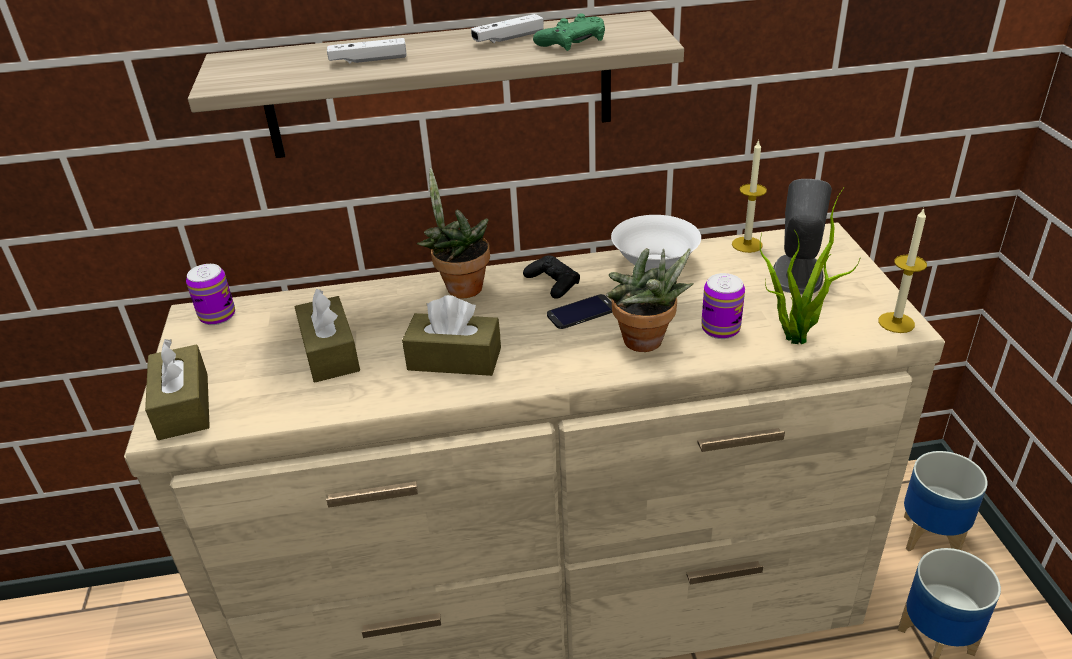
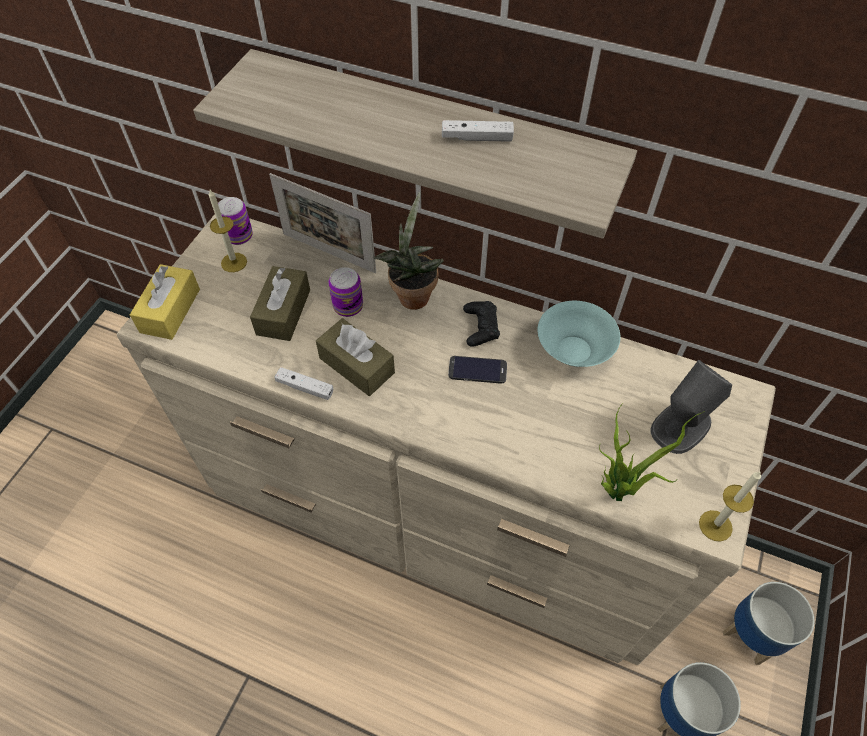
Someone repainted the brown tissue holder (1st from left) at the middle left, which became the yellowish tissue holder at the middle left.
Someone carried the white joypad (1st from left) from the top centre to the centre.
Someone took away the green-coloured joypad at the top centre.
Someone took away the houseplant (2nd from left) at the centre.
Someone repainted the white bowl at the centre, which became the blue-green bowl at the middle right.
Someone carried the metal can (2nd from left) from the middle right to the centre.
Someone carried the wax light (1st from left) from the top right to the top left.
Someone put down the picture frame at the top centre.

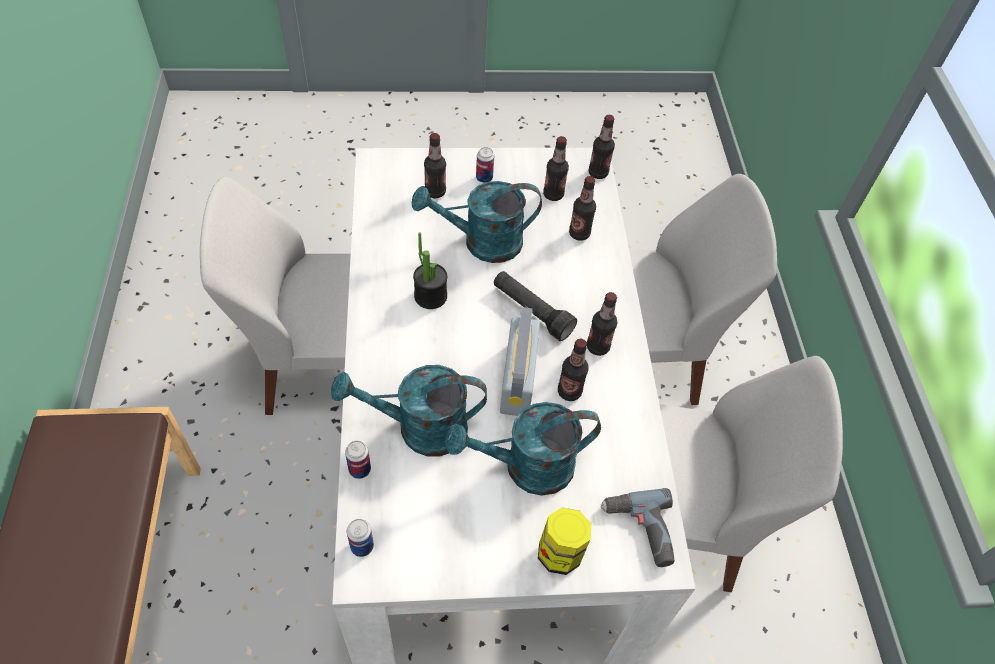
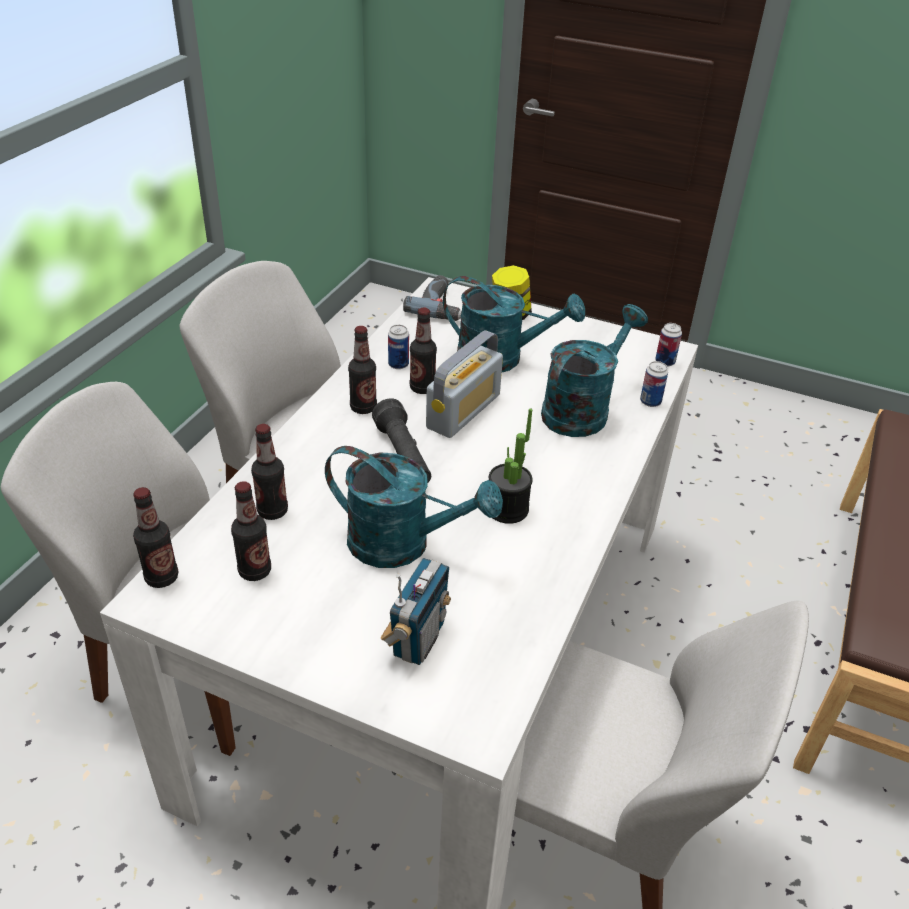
Someone rotated the blue-green watering can (1st from left in the first image) at the centre by 75 degrees counterclockwise.
Someone swapped the bottle (1st from left) at the top centre for the radio (1st from left) at the bottom centre.
Someone carried the metal can (3rd from left in the first image) from the top centre to the centre.

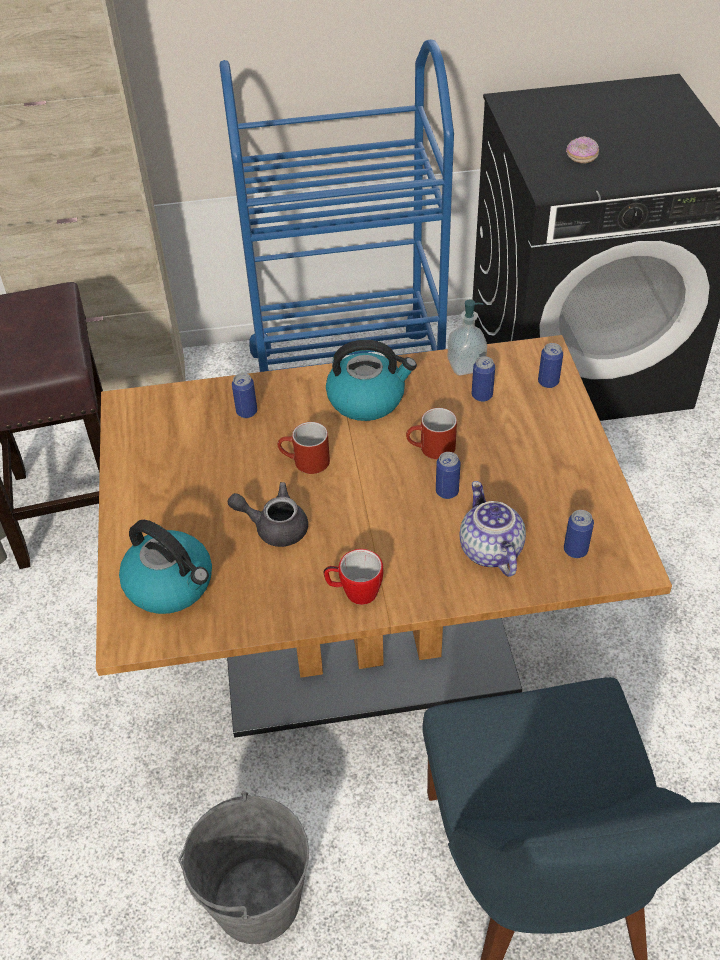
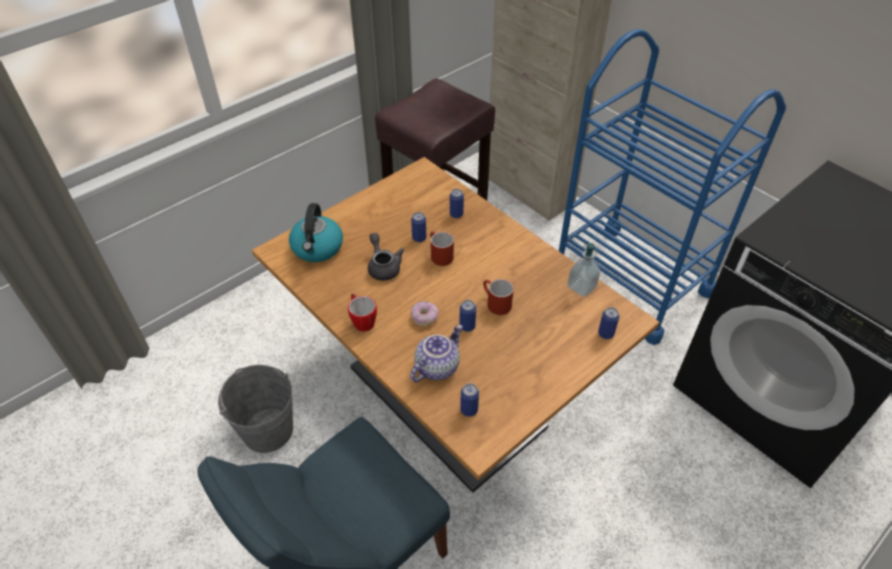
Someone took away the water kettle (2nd from left) at the centre.
Someone carried the metal can (3rd from left in the first image) from the middle right to the centre.
Someone carried the ring doughnut from the top right to the centre.

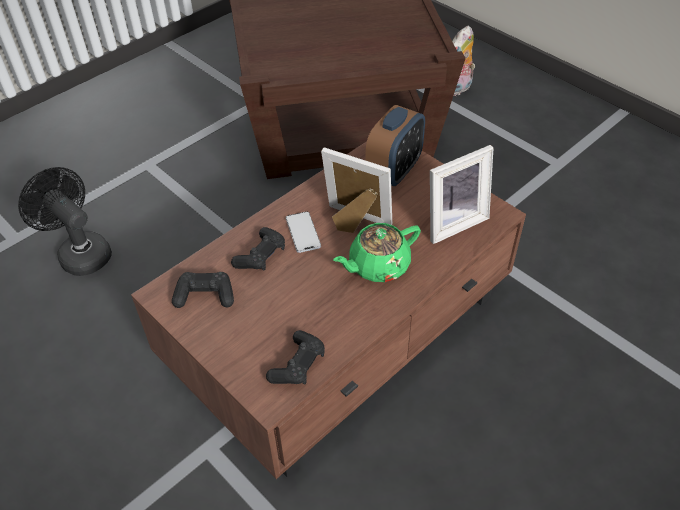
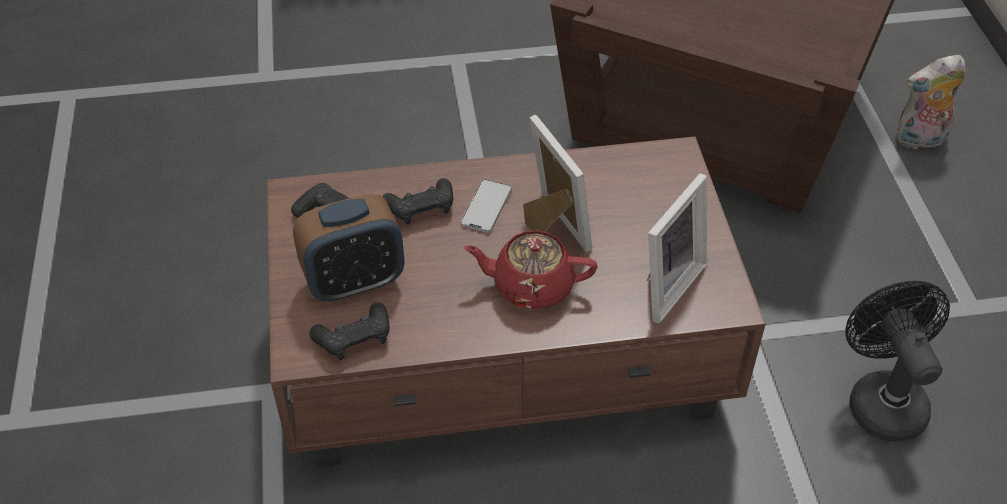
Someone carried the black electric fan from the middle left to the bottom right.
Someone repainted the green-coloured tea pot at the centre, which became the red tea pot at the centre.
Someone carried the table clock from the top centre to the centre.
Someone rotated the picture frame (2nd from left) at the middle right by 60 degrees counterclockwise.

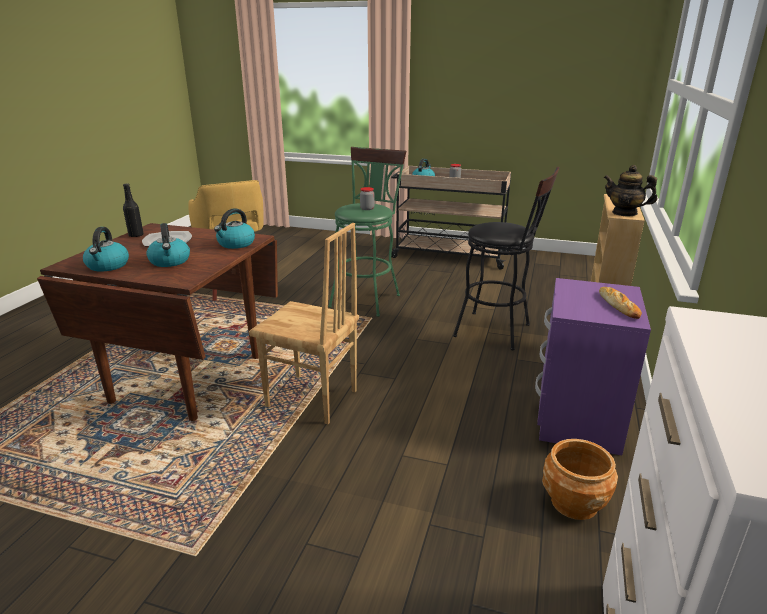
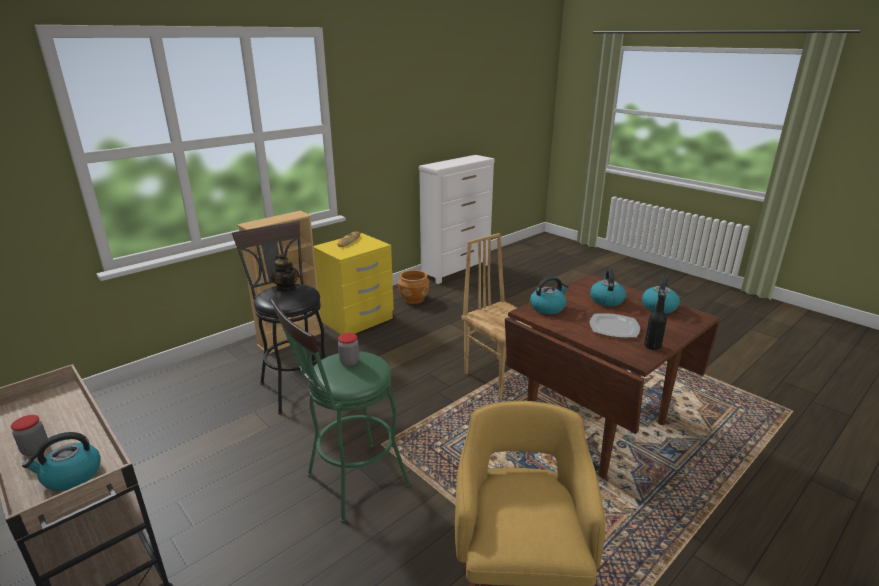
Someone repainted the purple nightstand at the middle right, which became the yellowish nightstand at the centre.
Someone carried the tea pot from the top right to the middle left.

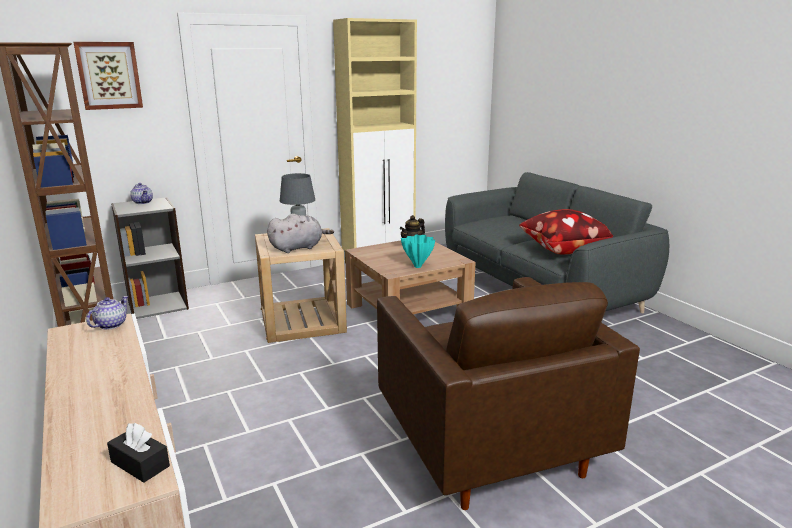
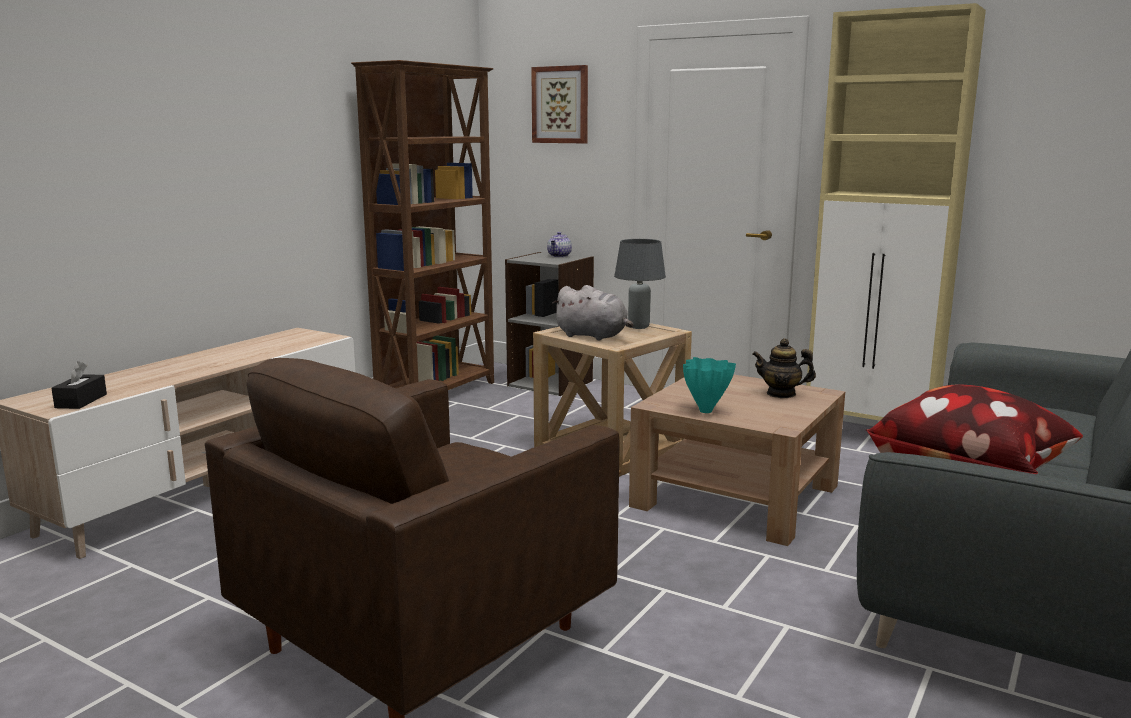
Someone took away the tea pot (1st from left) at the middle left.

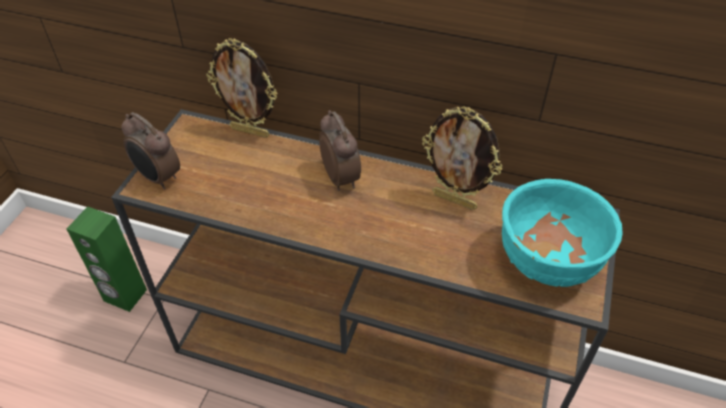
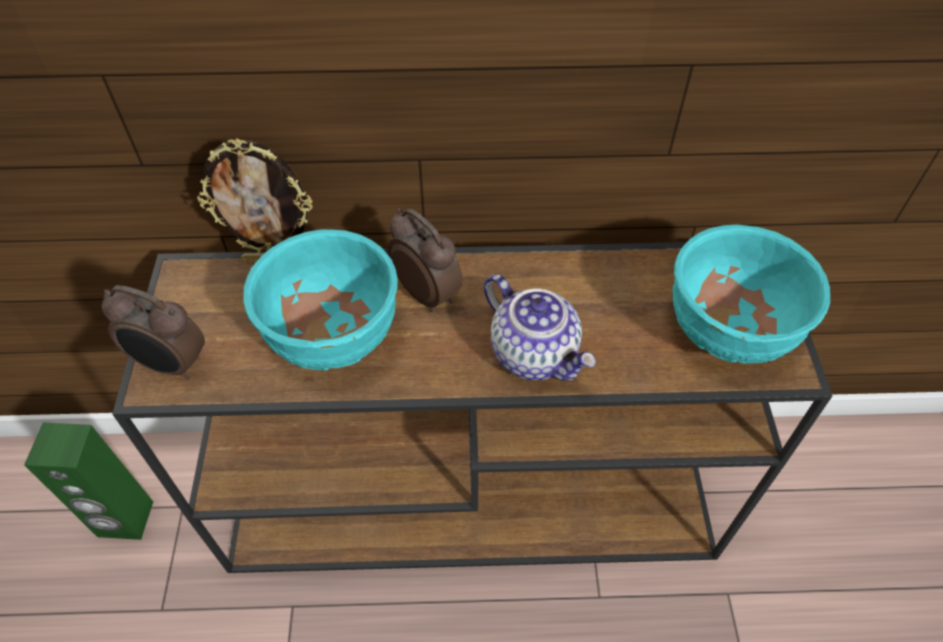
Someone took away the picture frame (2nd from left) at the centre.
Someone put down the blue-green bowl (1st from left) at the centre.
Someone put down the tea pot at the centre.

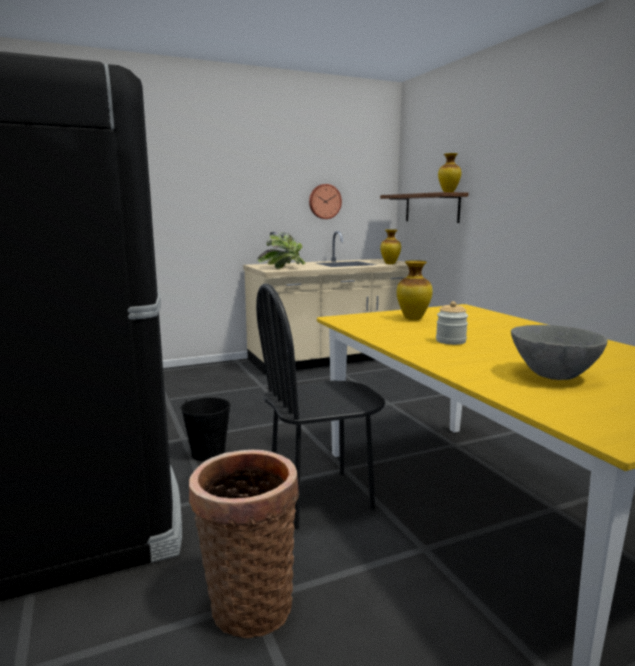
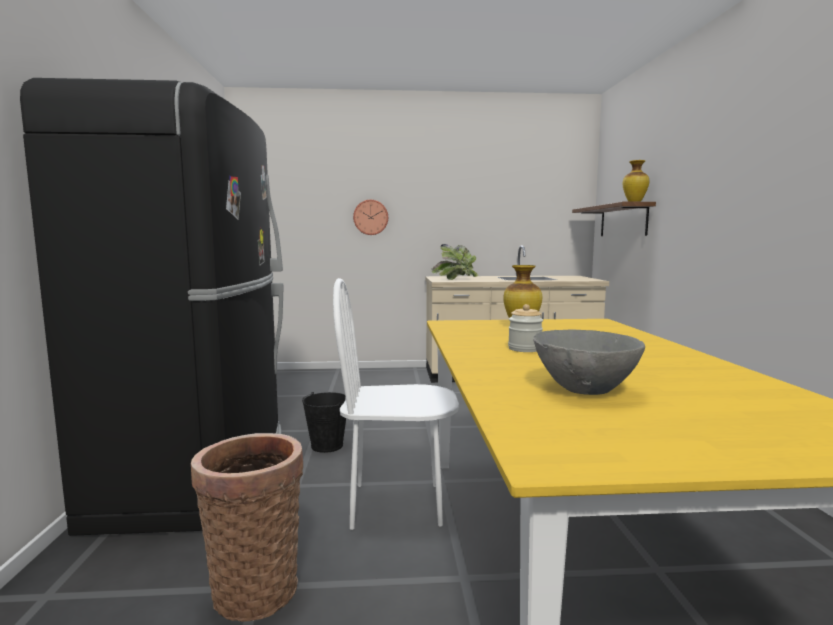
Someone repainted the black plain chair at the centre, which became the white plain chair at the centre.
Someone carried the clock on the wall from the top centre to the centre.
Someone took away the flower vase (1st from left) at the centre.

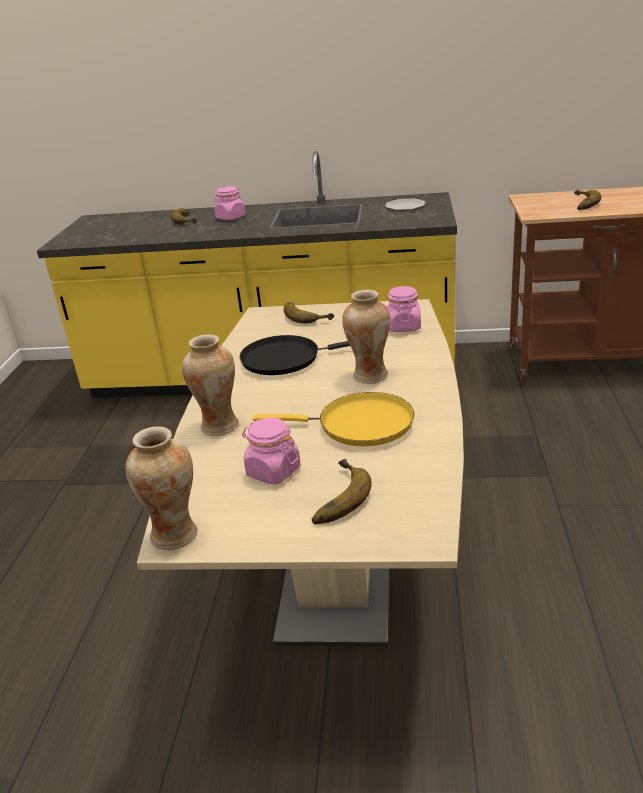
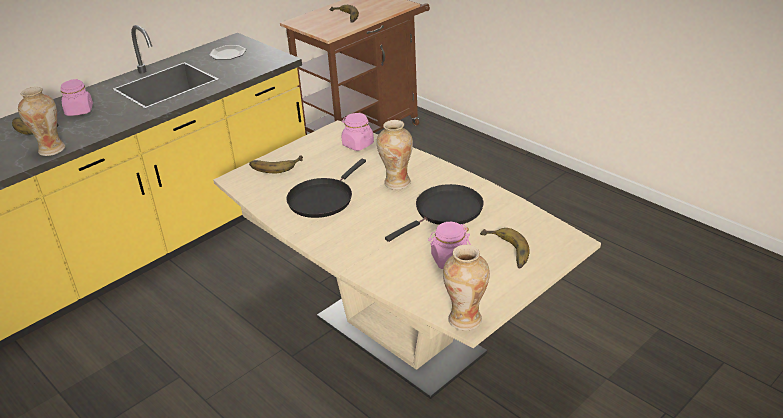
Someone carried the flower vase (2nd from left in the first image) from the middle left to the top left.
Someone repainted the yellowish skillet at the centre, which became the black skillet (2nd from left) at the centre.

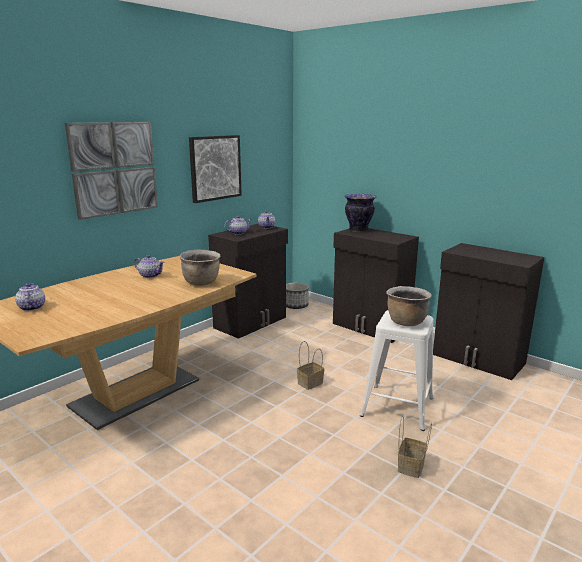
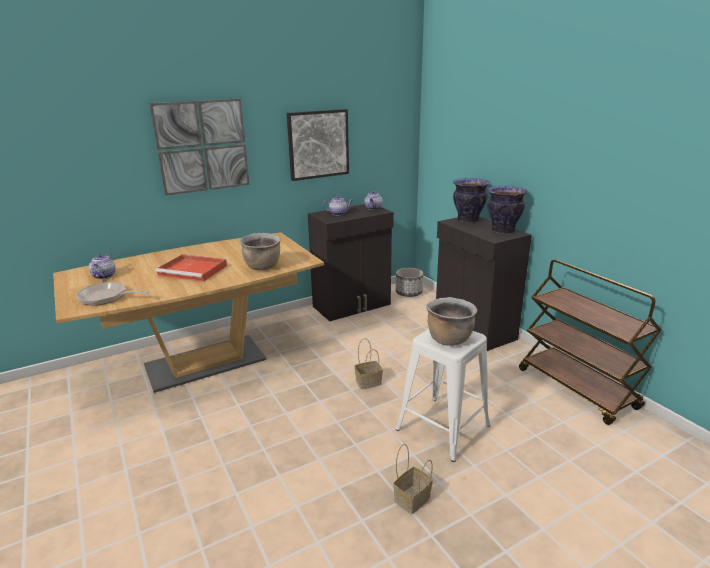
Someone took away the tea pot (2nd from left) at the middle left.
Someone swapped the black cupboard (3rd from left) at the middle right for the brown cart at the middle right.
Someone put down the skillet at the middle left.
Someone put down the red tray at the middle left.
Someone put down the flower vase (2nd from left) at the middle right.

